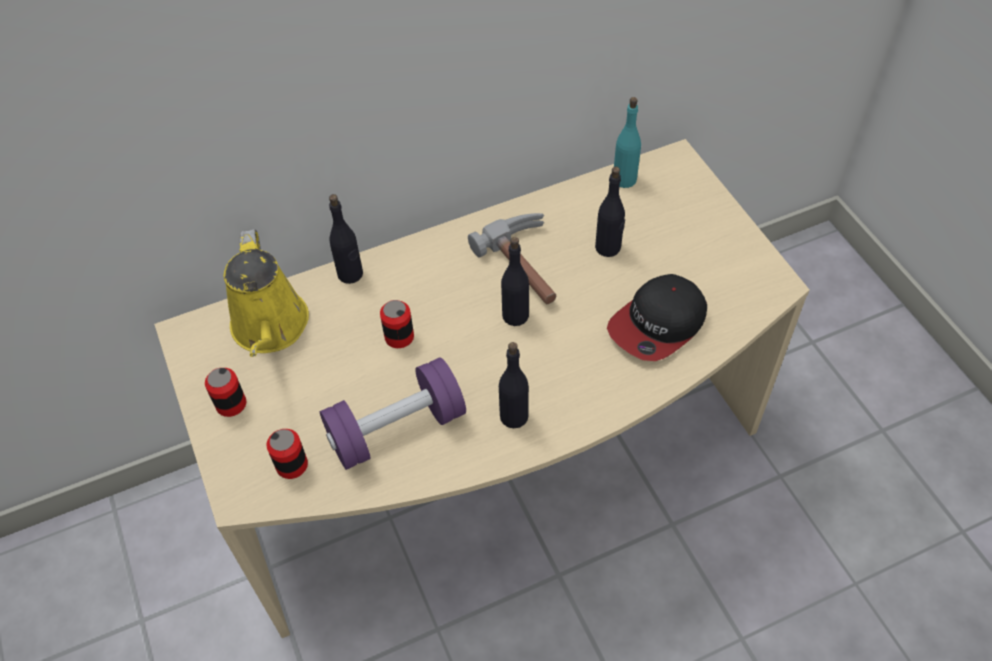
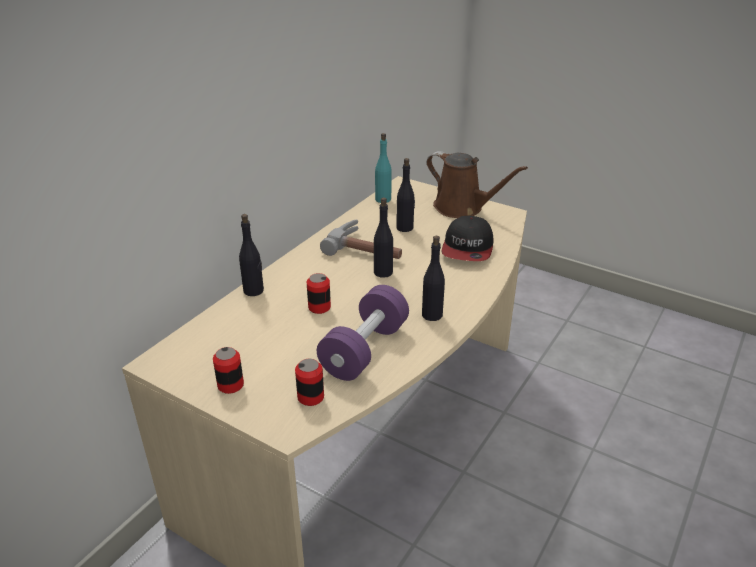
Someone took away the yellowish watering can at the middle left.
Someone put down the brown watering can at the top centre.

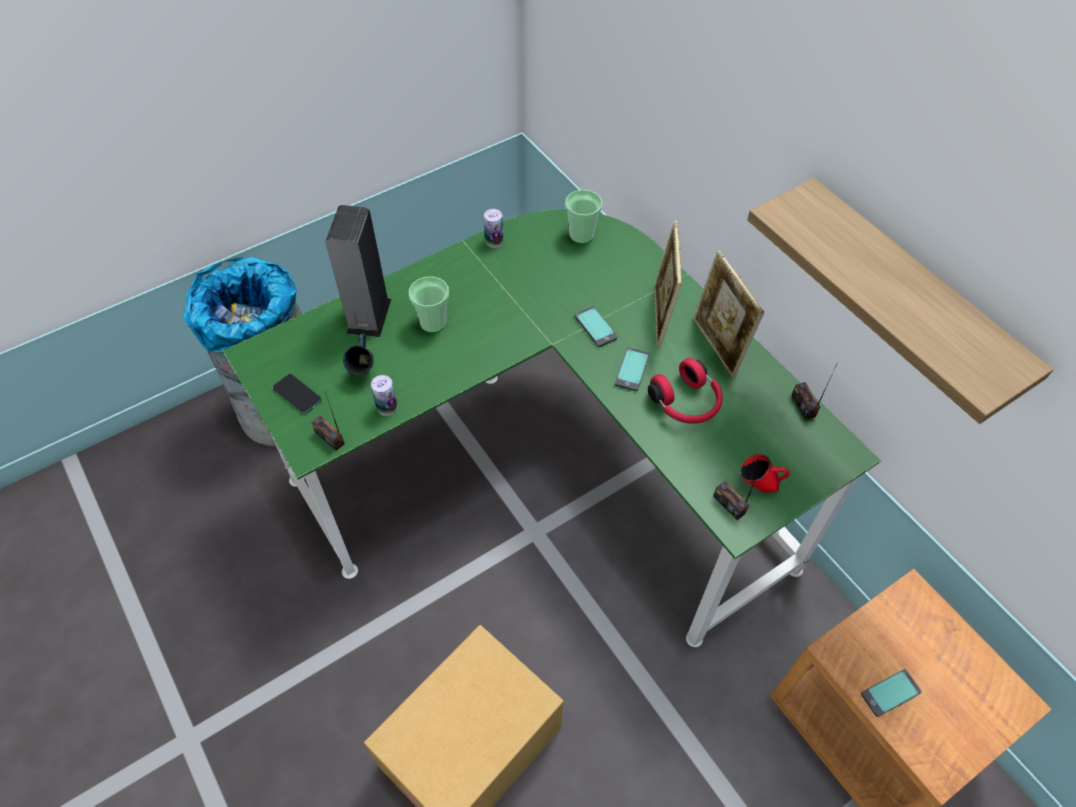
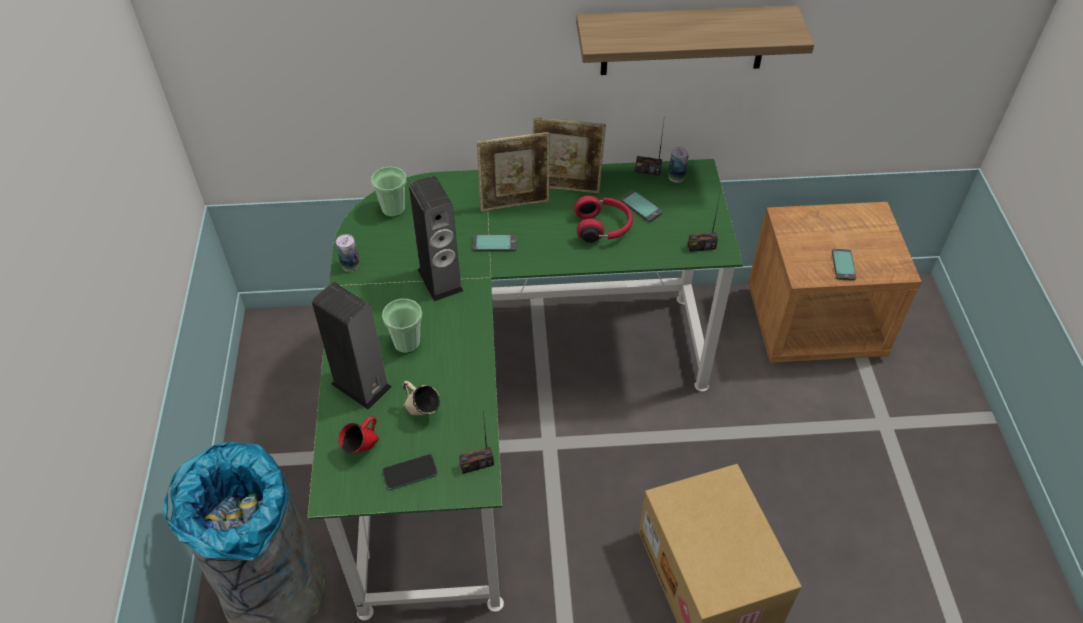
Someone repainted the blue-coloured coffee mug at the middle left, which became the beige coffee mug at the centre.
Someone carried the metal can (1st from left in the first image) from the centre to the top centre.
Someone carried the phone (3rd from left) from the centre to the top centre.
Someone rotated the picture frame (1st from left) at the centre by 45 degrees counterclockwise.
Someone carried the red coffee mug from the middle right to the bottom left.
Someone put down the audio speaker (2nd from left) at the centre.

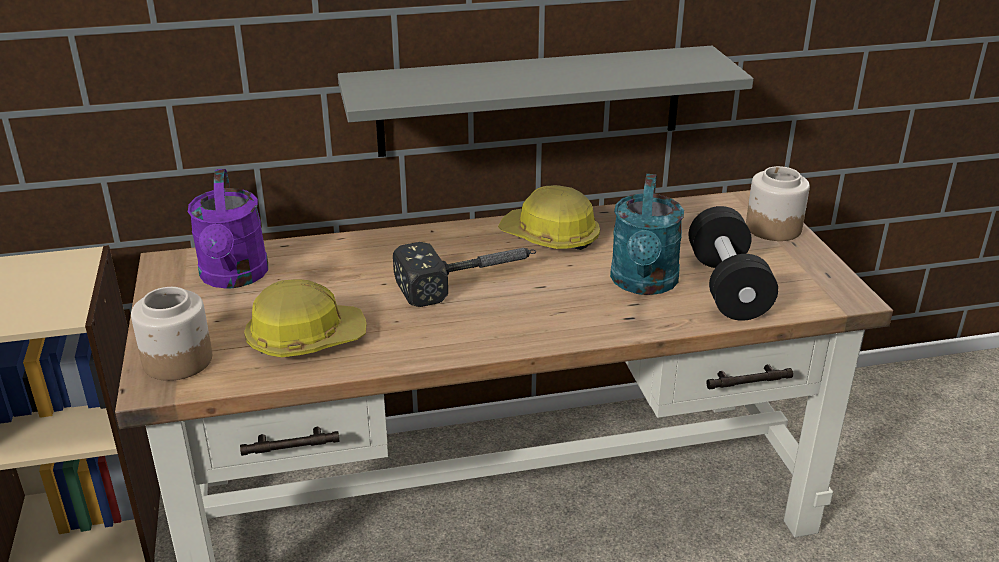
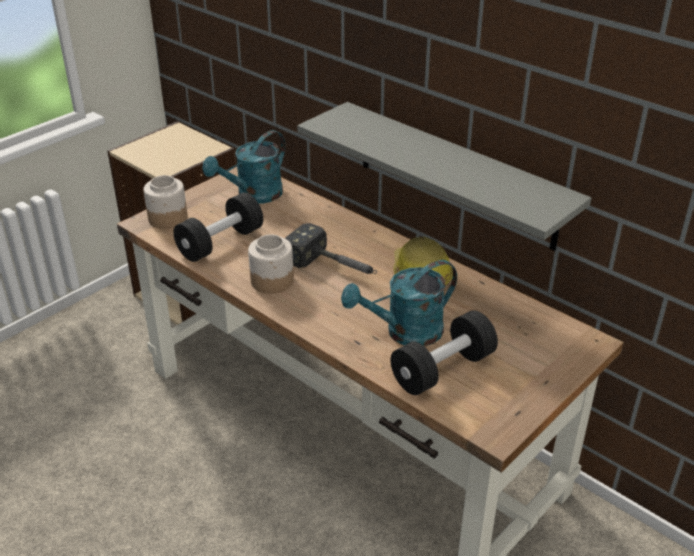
Someone repainted the purple watering can at the middle left, which became the blue-green watering can (1st from left) at the top centre.
Someone swapped the work helmet (1st from left) at the middle left for the black free weight (1st from left) at the middle left.
Someone carried the storage jar (2nd from left) from the middle right to the centre.

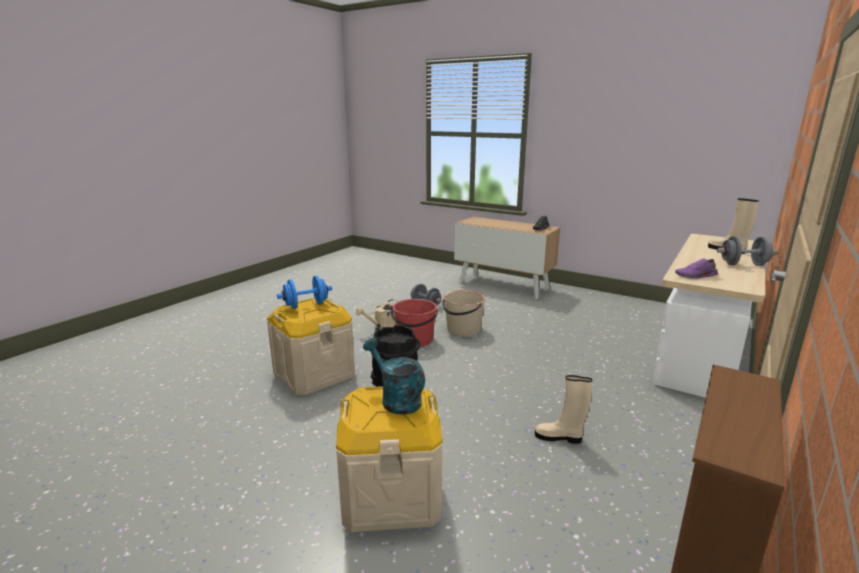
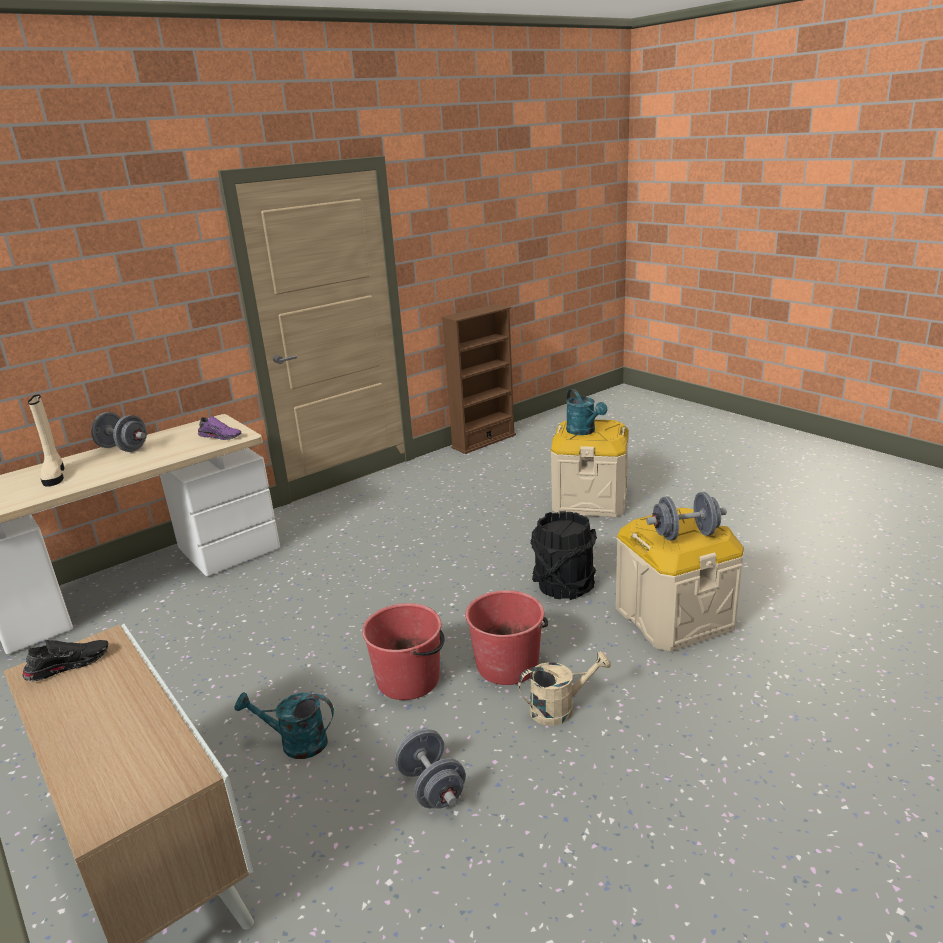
Someone repainted the blue-coloured free weight at the centre, which became the gray free weight (3rd from left) at the middle right.
Someone repainted the beige water bucket at the centre, which became the red water bucket (1st from left) at the bottom centre.
Someone took away the beige tall boot (1st from left) at the bottom centre.
Someone put down the blue-green watering can (1st from left) at the bottom left.

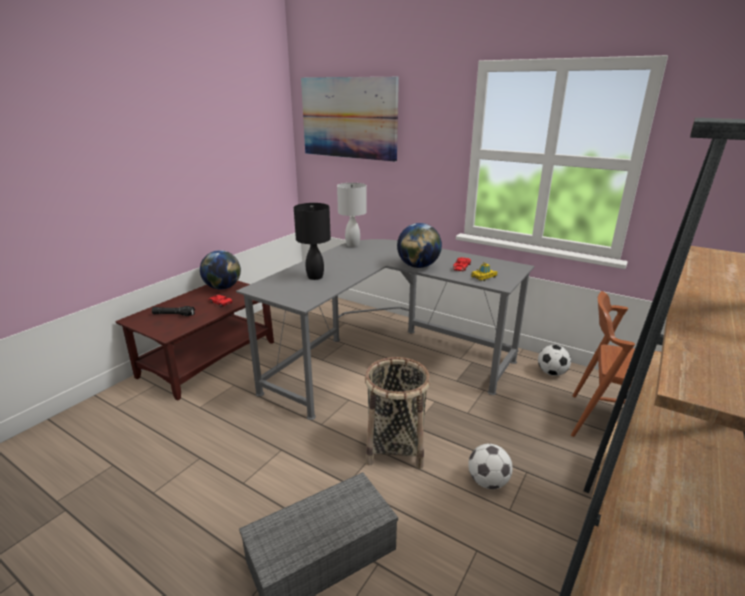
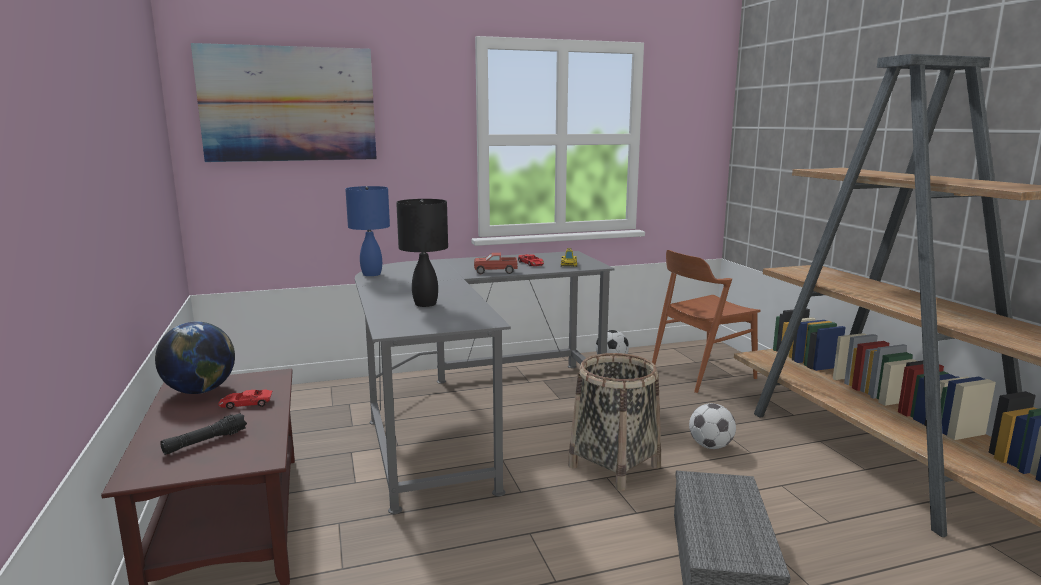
Someone repainted the white lamp for a table at the centre, which became the blue-coloured lamp for a table at the centre.
Someone swapped the globe (2nd from left) at the centre for the model truck at the centre.

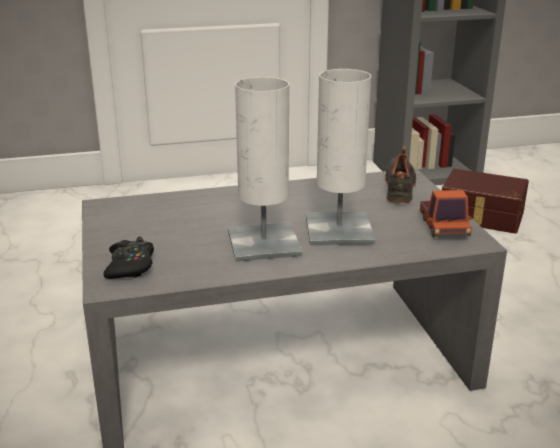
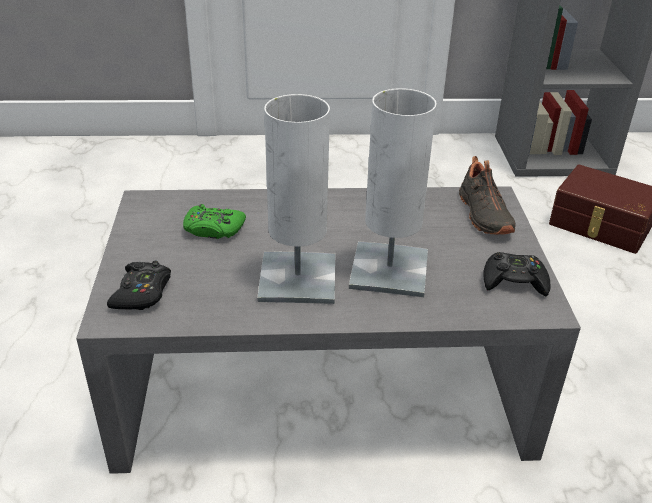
Someone rotated the black item of footwear at the middle right by 150 degrees clockwise.
Someone swapped the model truck at the middle right for the black joypad (2nd from left) at the middle right.
Someone put down the green-coloured joypad at the middle left.

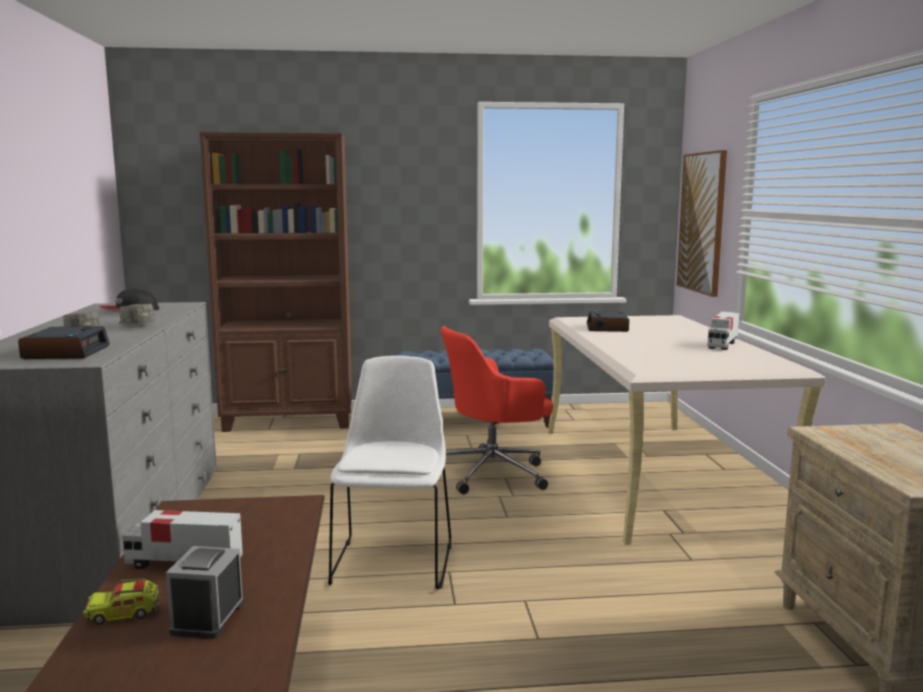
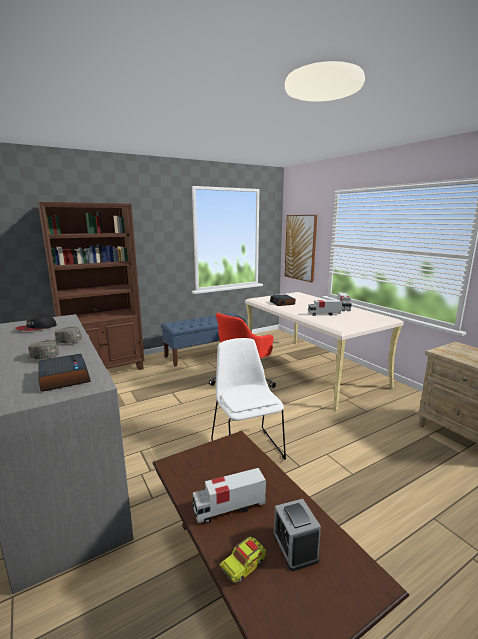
Someone put down the model truck (3rd from left) at the middle right.

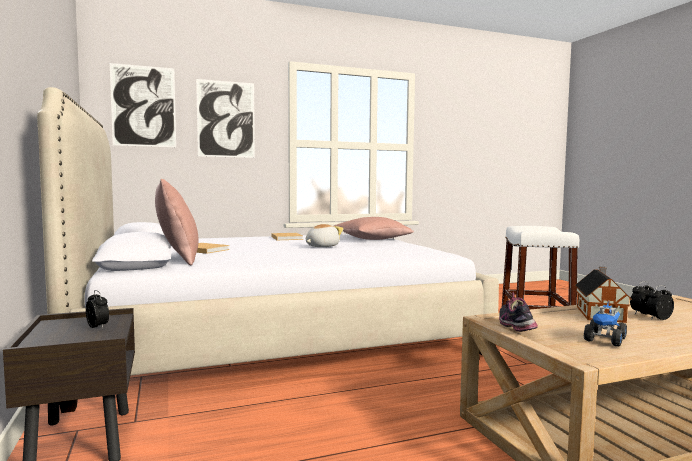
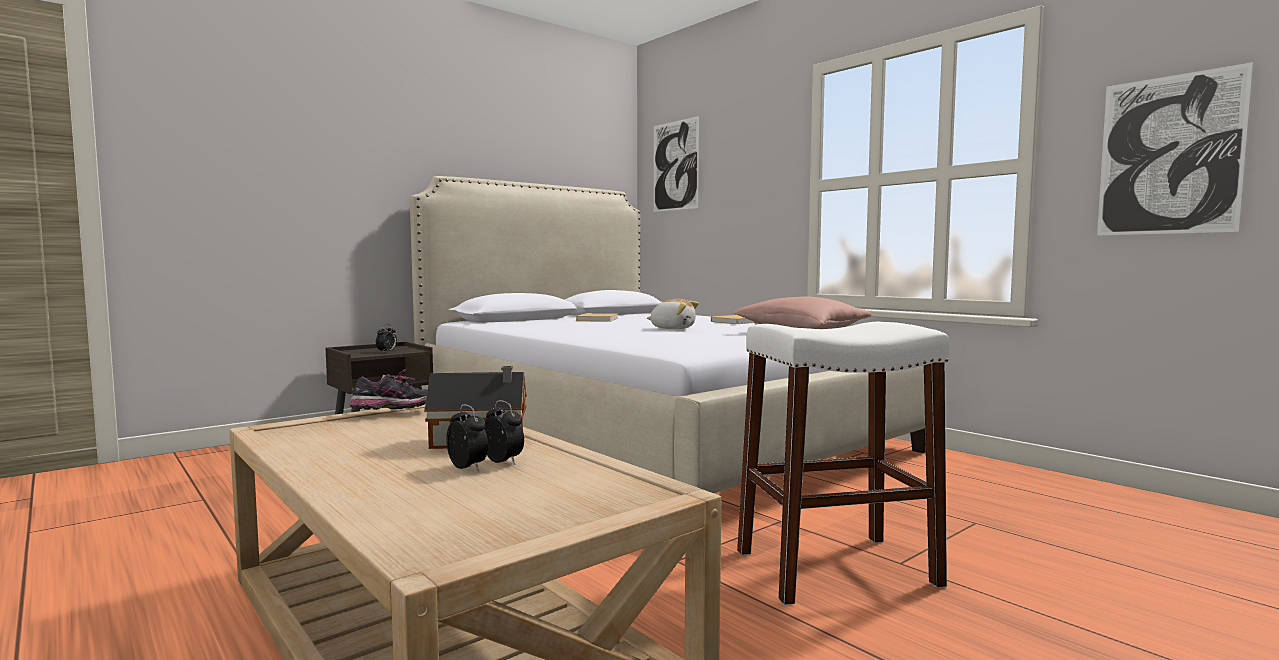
Someone took away the pink-coloured pillow (1st from left) at the middle left.
Someone carried the picture (2nd from left) from the top left to the top right.
Someone took away the model truck at the bottom right.

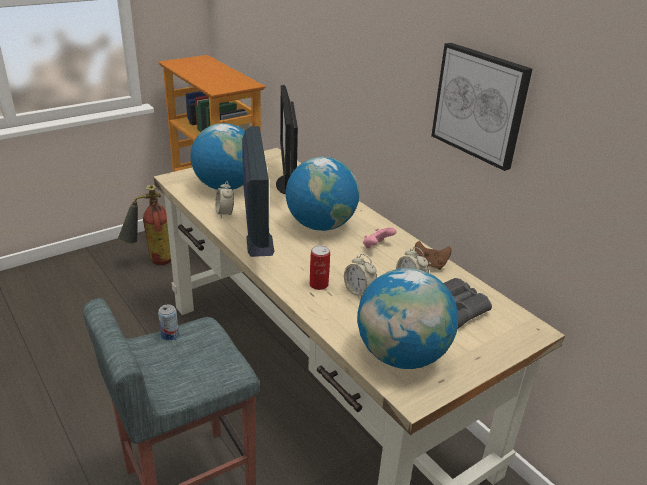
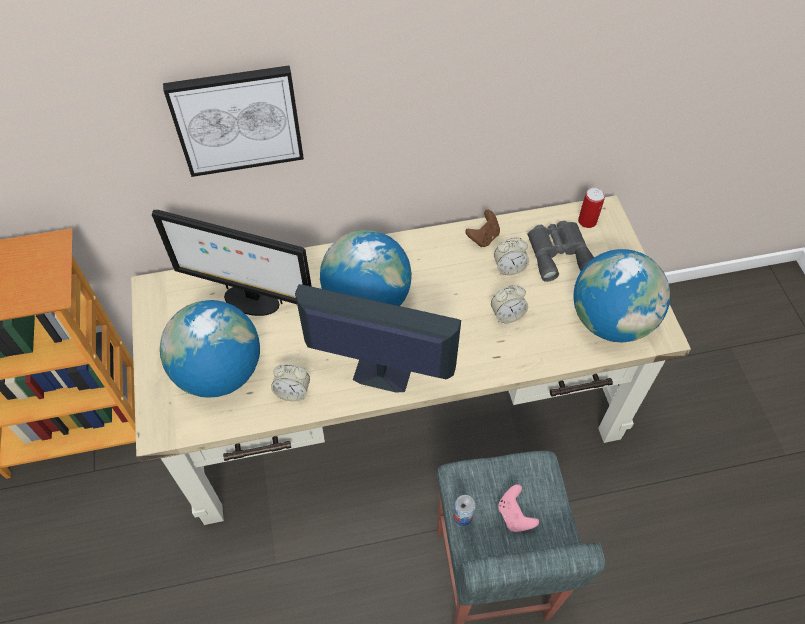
Someone took away the fire-fighting cylinder at the middle left.
Someone carried the metal can (2nd from left) from the centre to the top right.
Someone carried the pink-coloured joypad from the centre to the bottom centre.
Someone carried the picture from the top right to the top left.

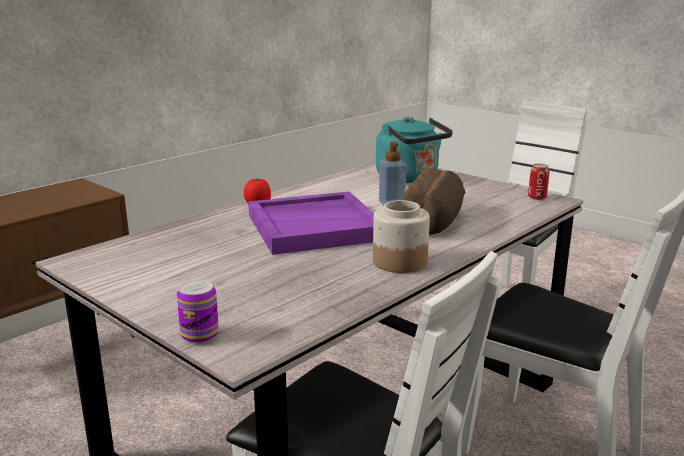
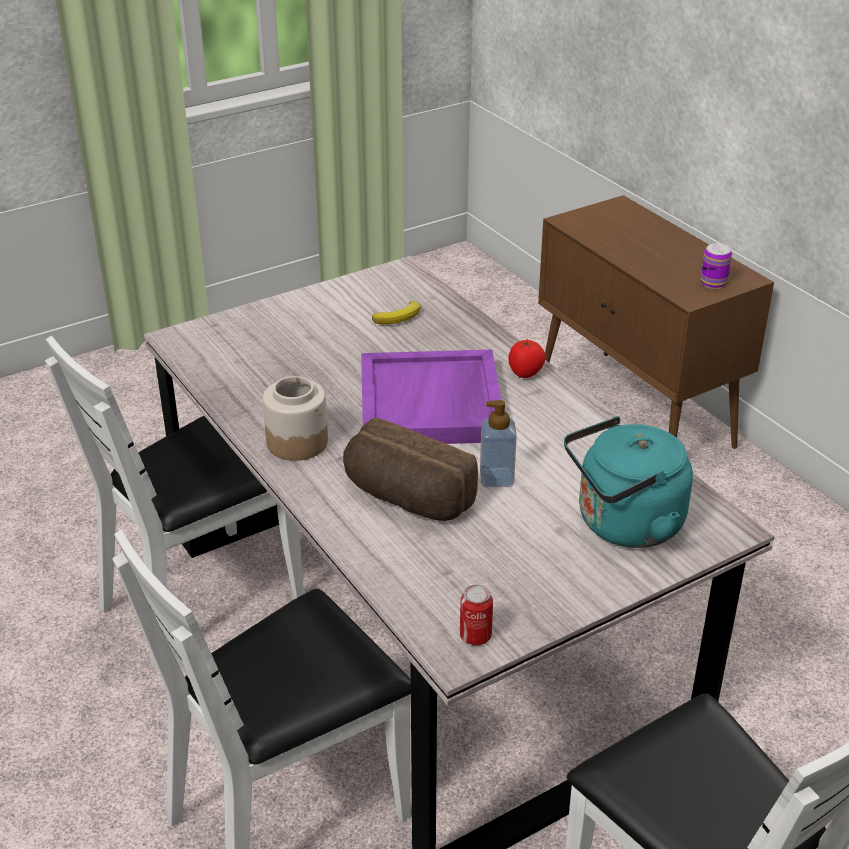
Someone carried the metal can (1st from left in the first image) from the bottom left to the top right.
Someone put down the banana at the centre.

